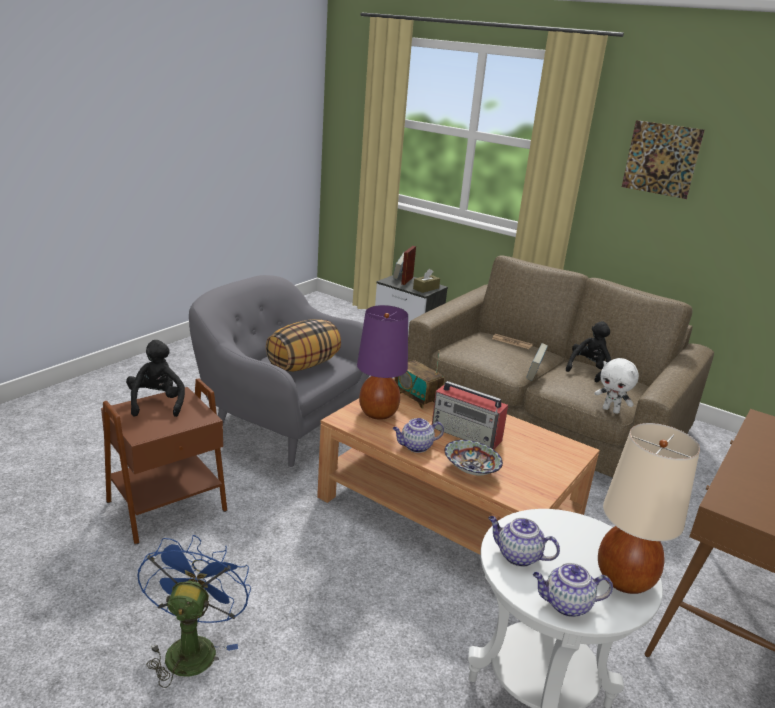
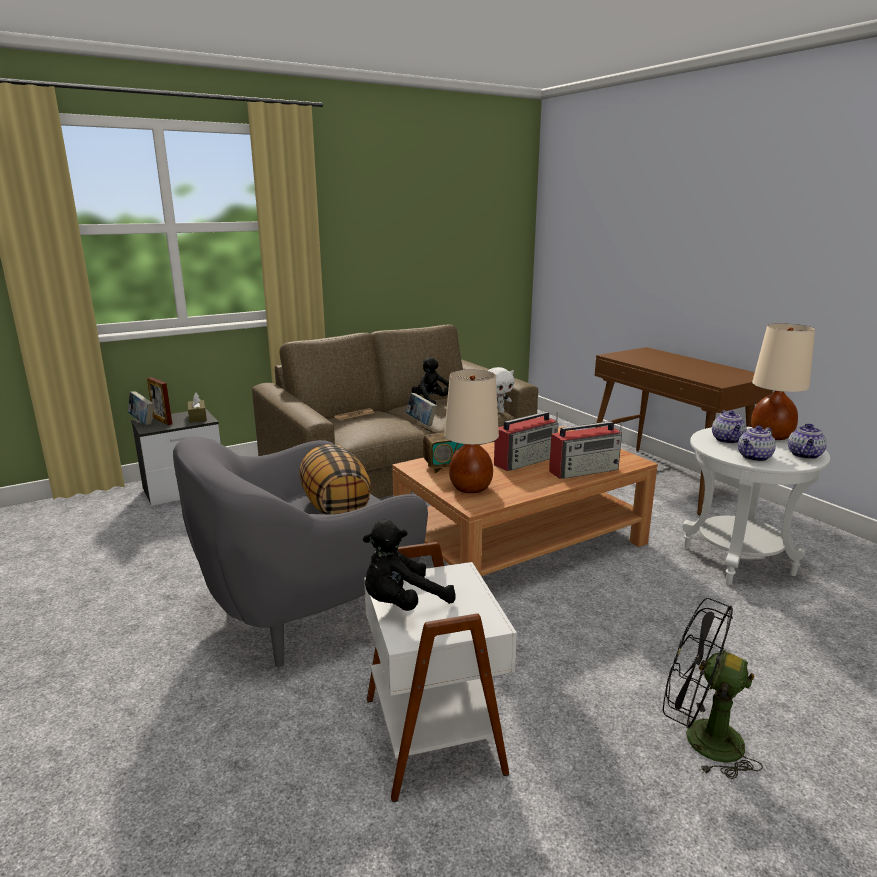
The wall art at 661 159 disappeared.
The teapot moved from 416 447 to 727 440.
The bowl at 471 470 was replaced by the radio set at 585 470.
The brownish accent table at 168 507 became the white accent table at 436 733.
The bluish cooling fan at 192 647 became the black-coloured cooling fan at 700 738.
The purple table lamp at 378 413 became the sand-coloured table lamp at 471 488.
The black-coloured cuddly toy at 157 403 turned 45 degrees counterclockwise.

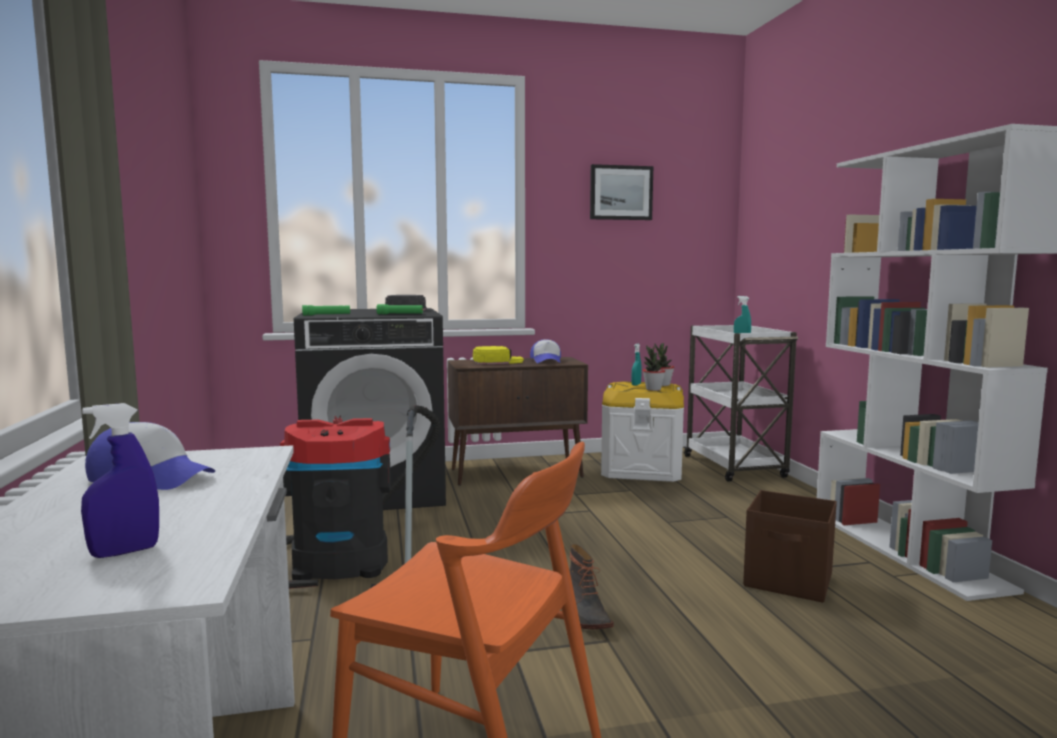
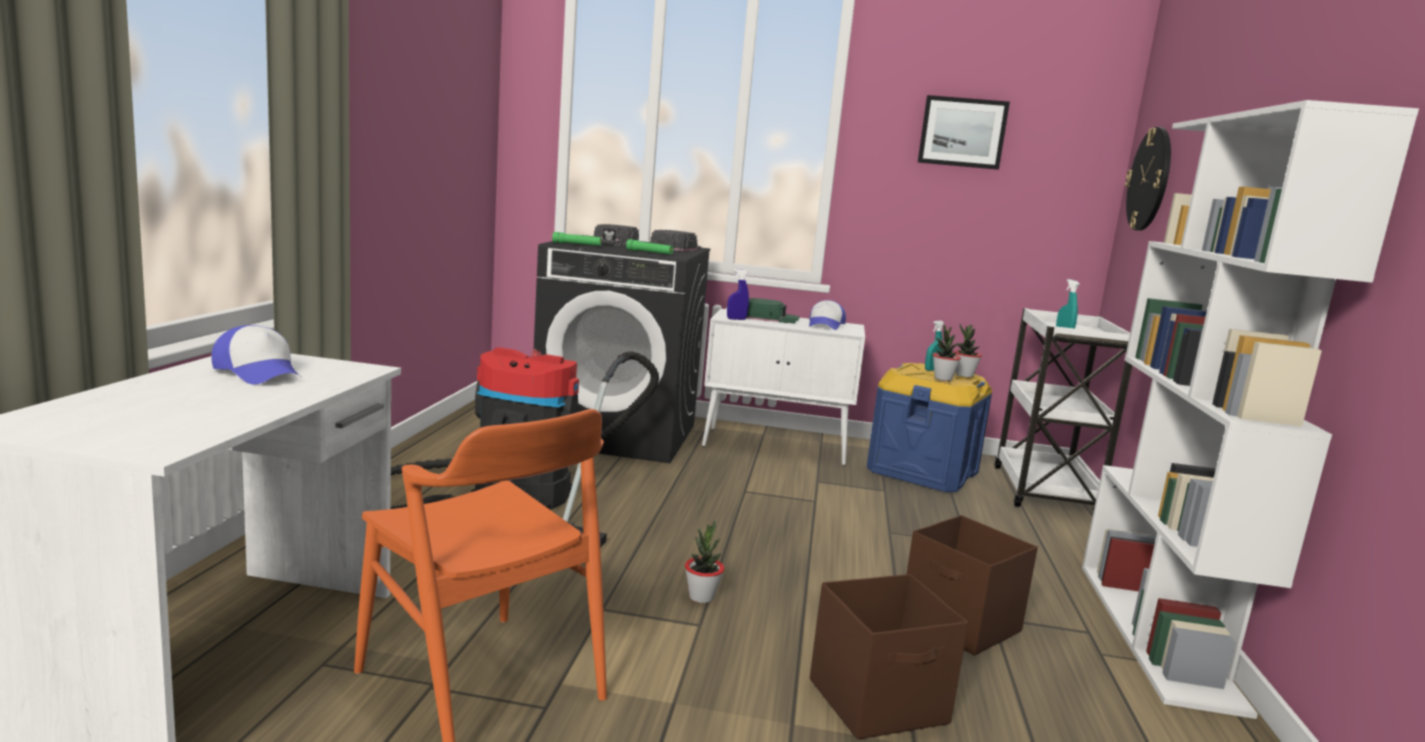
The black-coloured cap at 614 242 appeared.
The brownish storage box at 880 702 appeared.
The clock on the wall at 1149 179 appeared.
The bluish sprayer moved from 125 552 to 736 319.
The tall boot at 585 615 was replaced by the potted plant at 701 597.
The brownish storage cabinet at 517 473 became the white storage cabinet at 777 446.
The yellow-coloured cap at 497 361 became the green-coloured cap at 770 318.
The white storage box at 641 470 became the bluish storage box at 922 471.

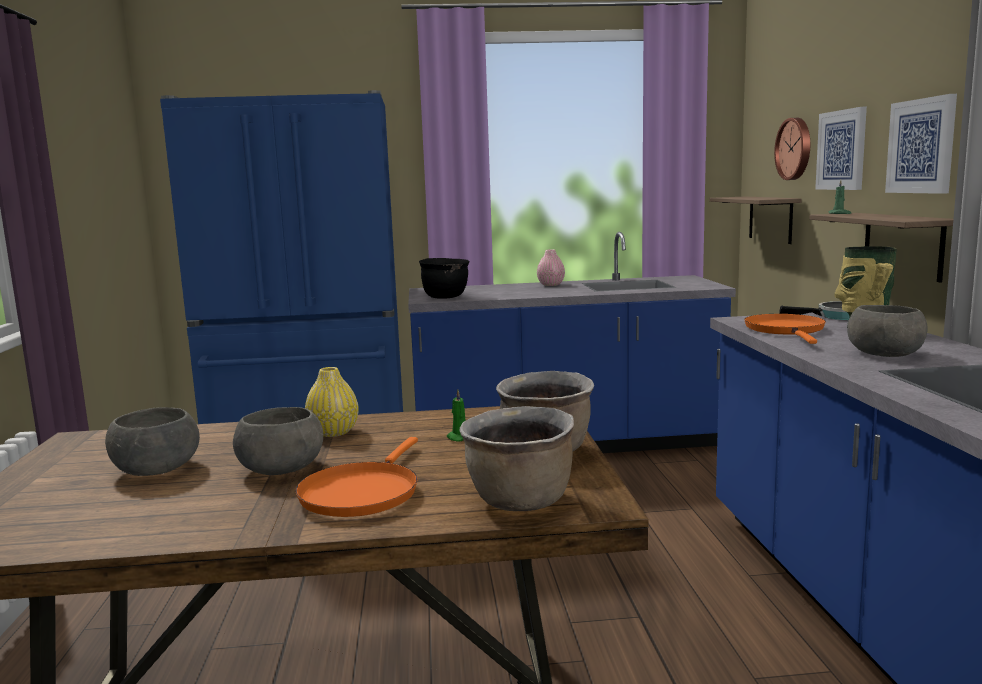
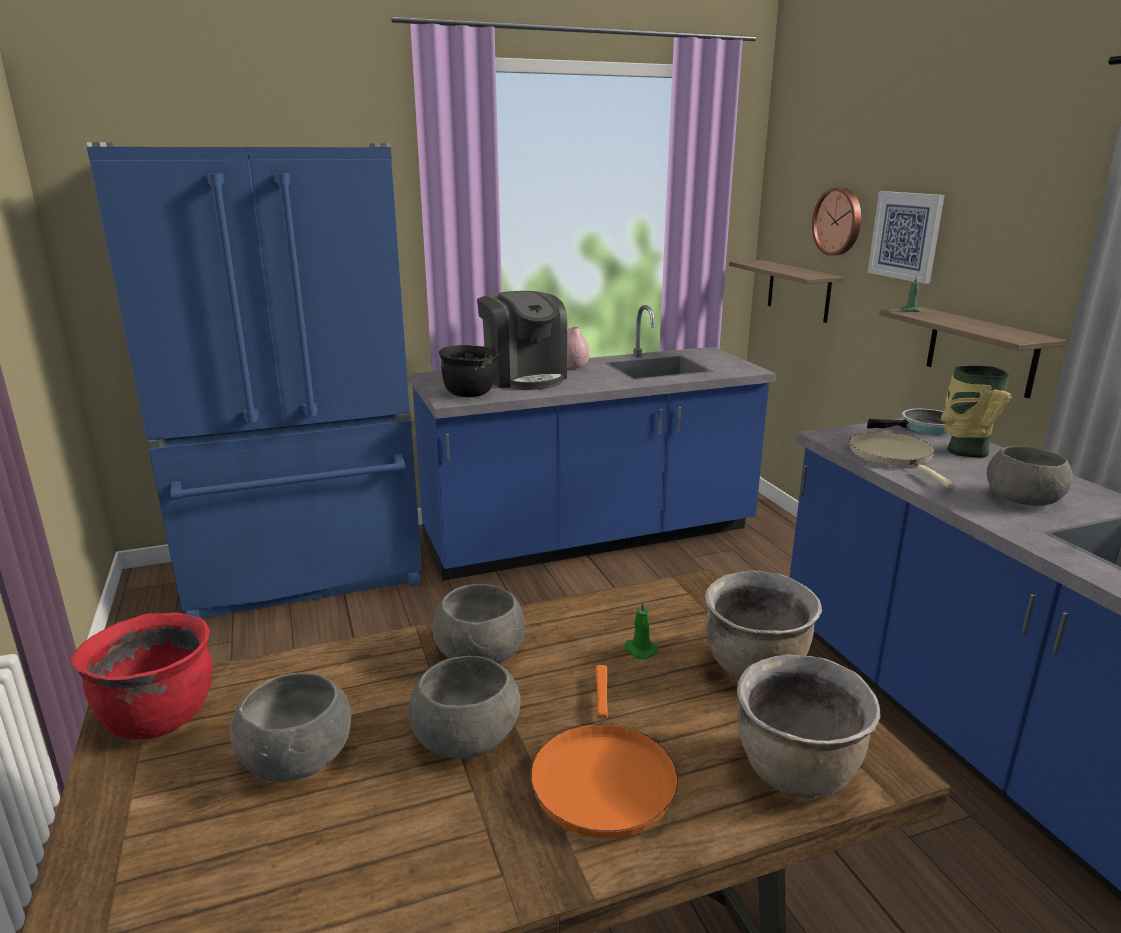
The wall art at 921 146 disappeared.
The reddish saucepot at 158 716 appeared.
The coffee brewer at 524 377 appeared.
The yellow-coloured vase at 333 432 was replaced by the gray bowl at 481 653.
The orangey frying pan at 786 330 became the sand-coloured frying pan at 894 456.

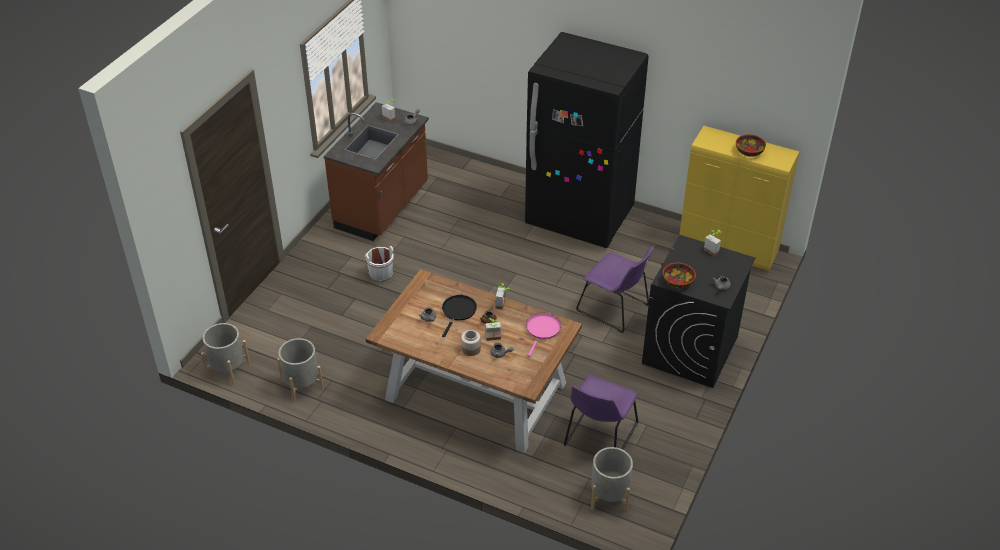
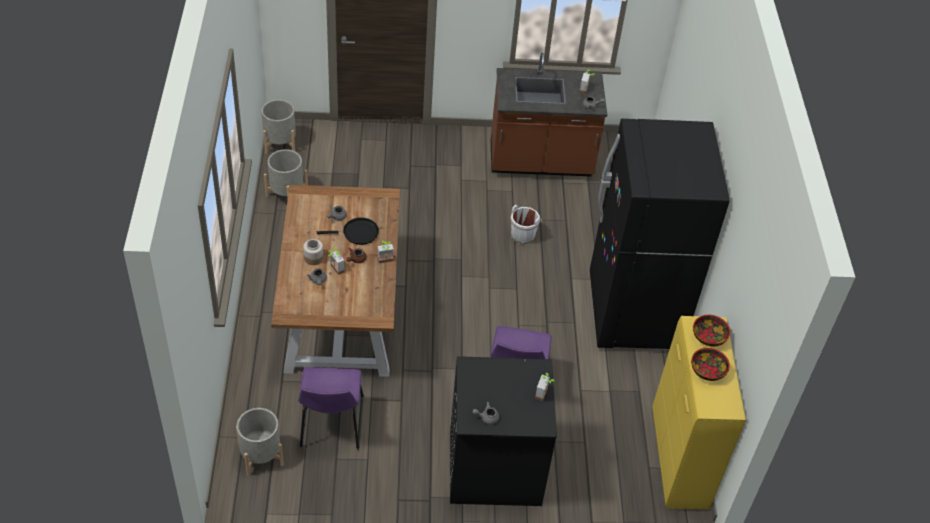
The pink-coloured frying pan at 542 330 disappeared.
The white bucket moved from 380 274 to 523 234.
The bowl moved from 677 282 to 708 337.
The purple plain chair at 599 437 turned 90 degrees counterclockwise.

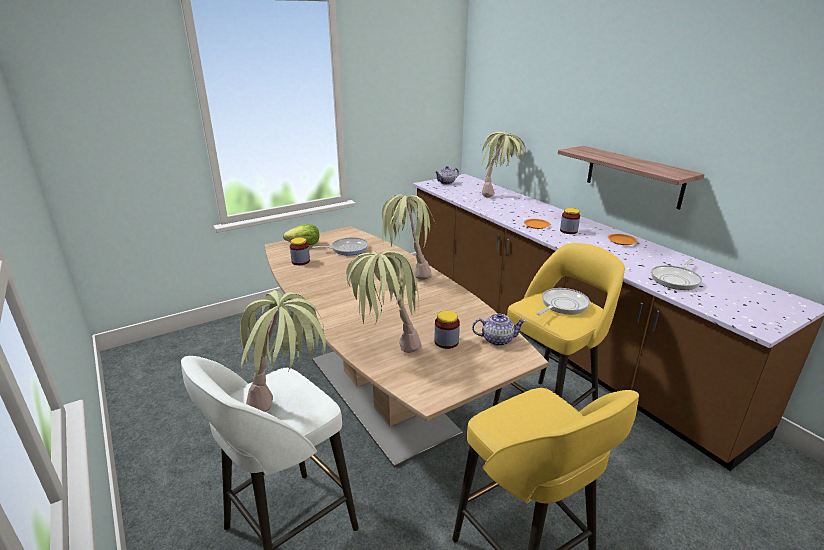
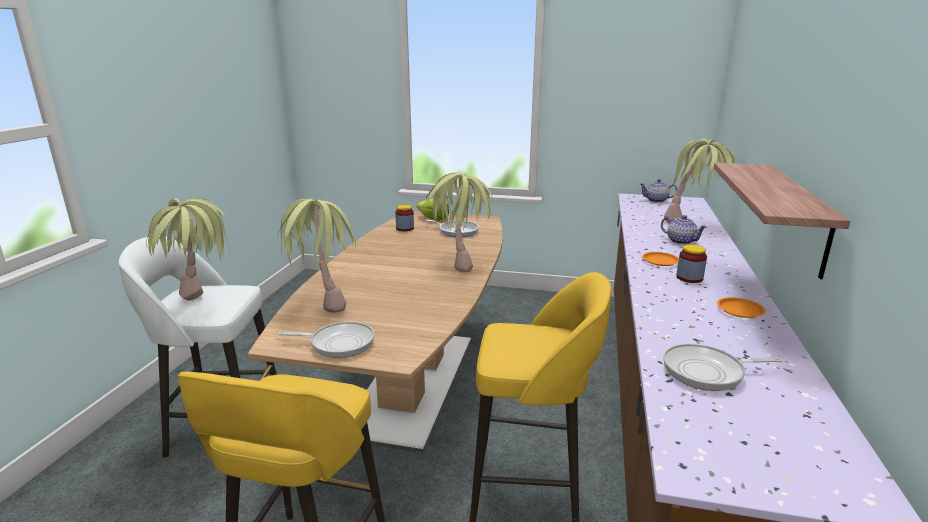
The preserve jar at 446 342 disappeared.
The teapot moved from 497 339 to 680 241.
The frying pan moved from 562 305 to 338 343.

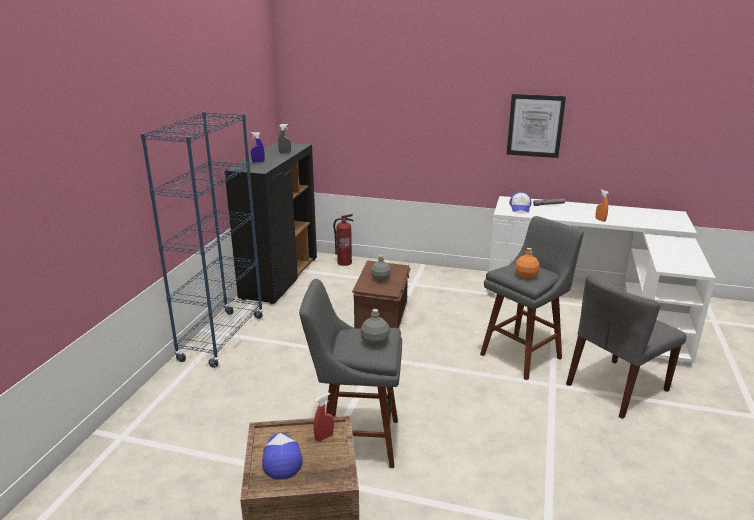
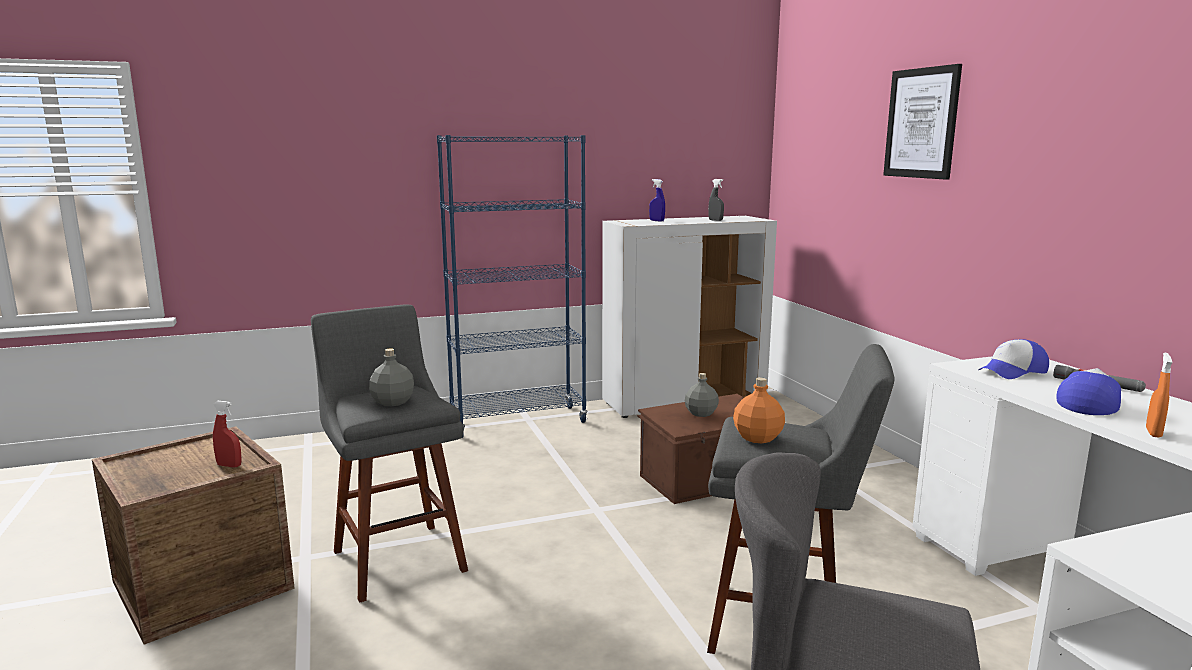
The fire-fighting cylinder at 344 262 disappeared.
The cap moved from 281 458 to 1089 403.
The wall art moved from 535 125 to 921 123.
The black-coloured storage cabinet at 279 278 became the white storage cabinet at 684 401.

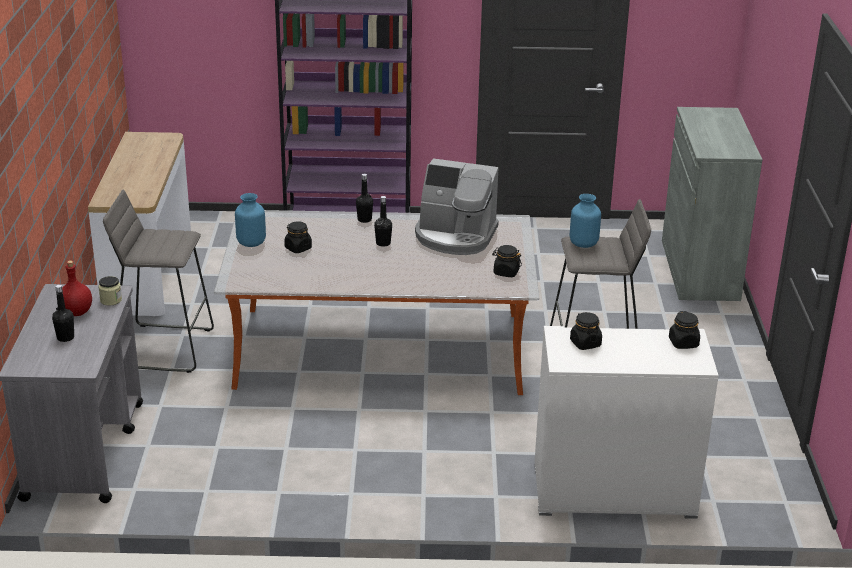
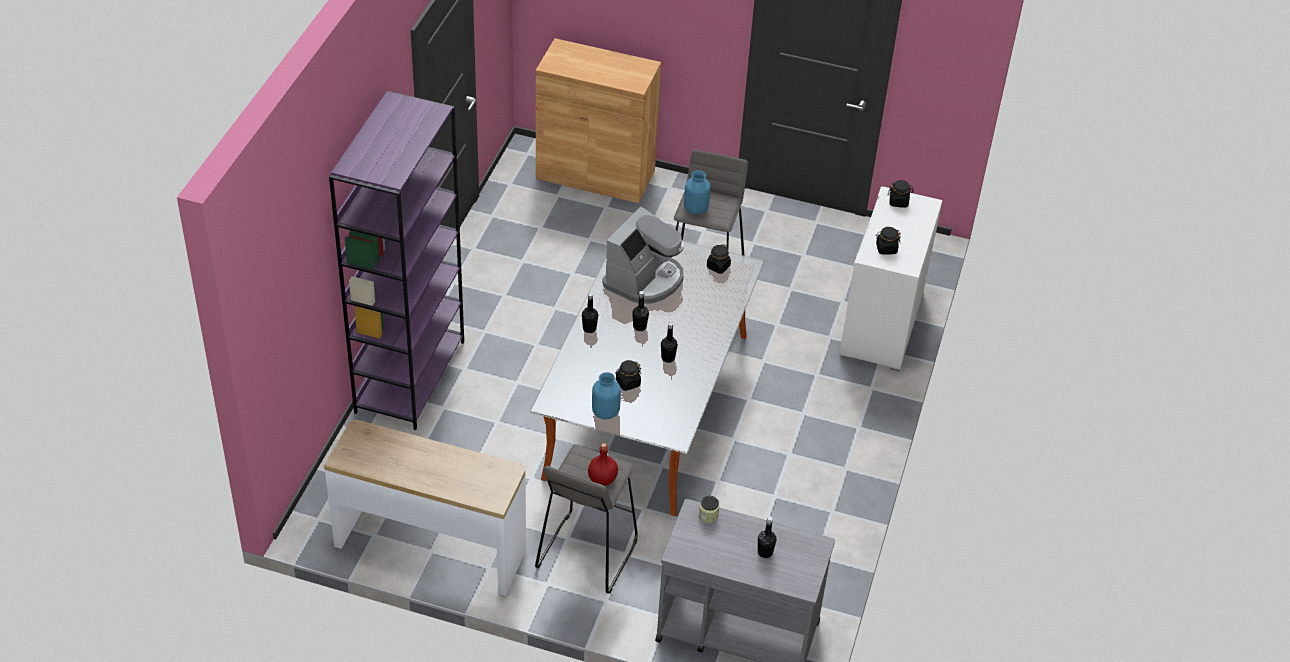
The black-coloured beverage bottle at 668 358 appeared.
The reddish beverage bottle moved from 77 312 to 602 479.
The gray storage cabinet at 699 270 became the brownish storage cabinet at 595 174.

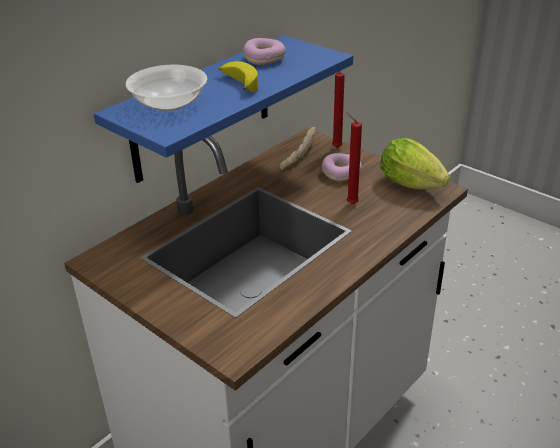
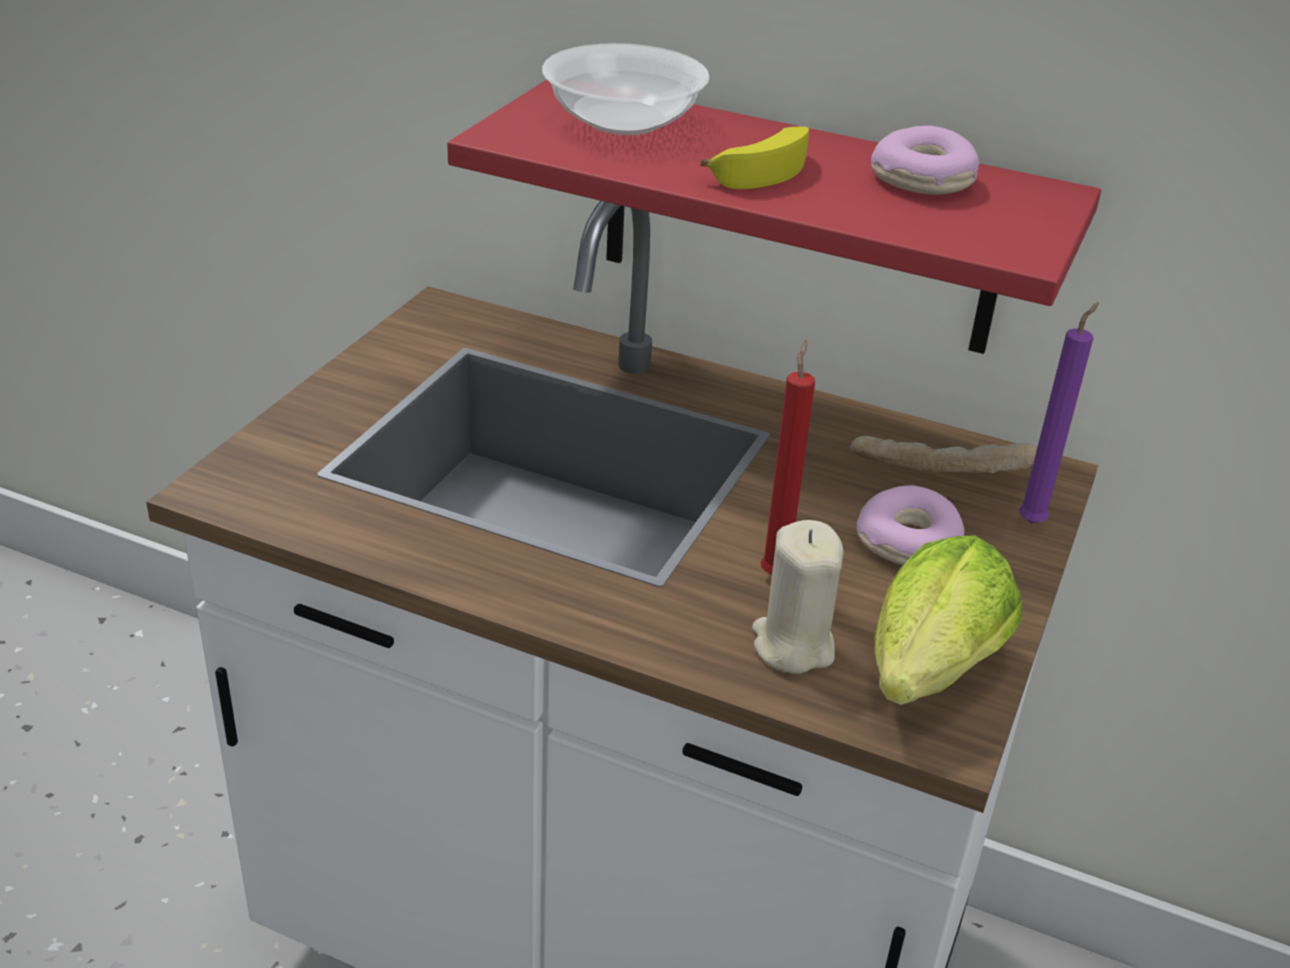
The sand-coloured wax candle at 792 645 appeared.
The bluish shelf at 202 109 became the reddish shelf at 799 218.
The reddish wax candle at 336 147 became the purple wax candle at 1034 521.

